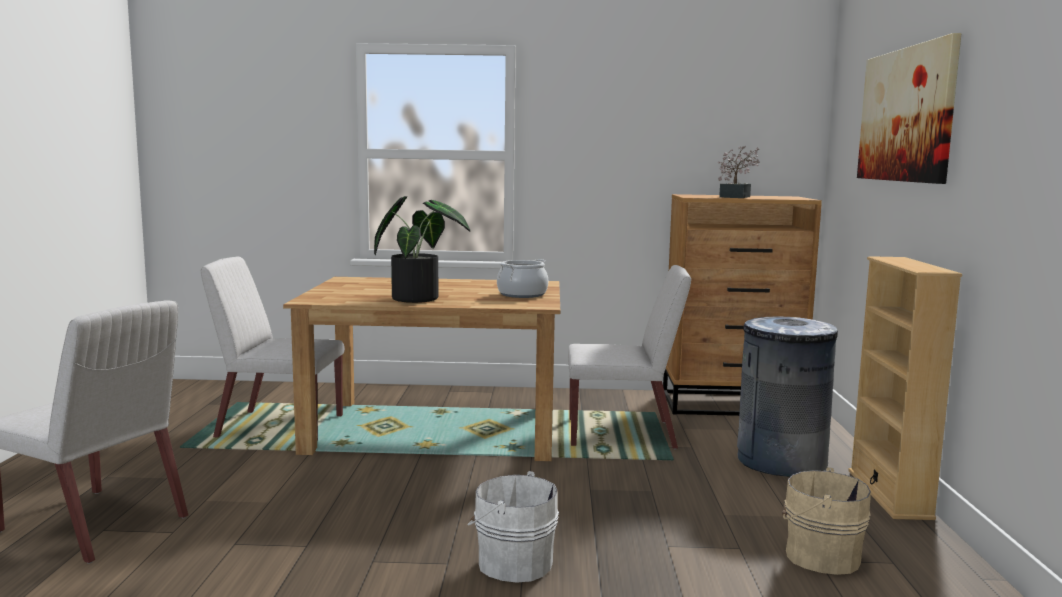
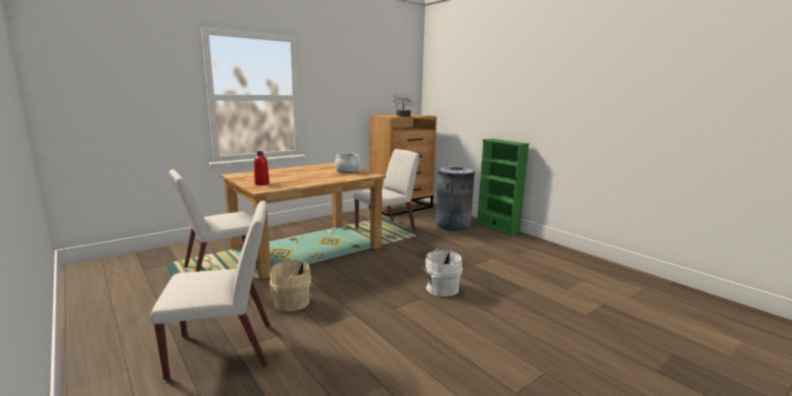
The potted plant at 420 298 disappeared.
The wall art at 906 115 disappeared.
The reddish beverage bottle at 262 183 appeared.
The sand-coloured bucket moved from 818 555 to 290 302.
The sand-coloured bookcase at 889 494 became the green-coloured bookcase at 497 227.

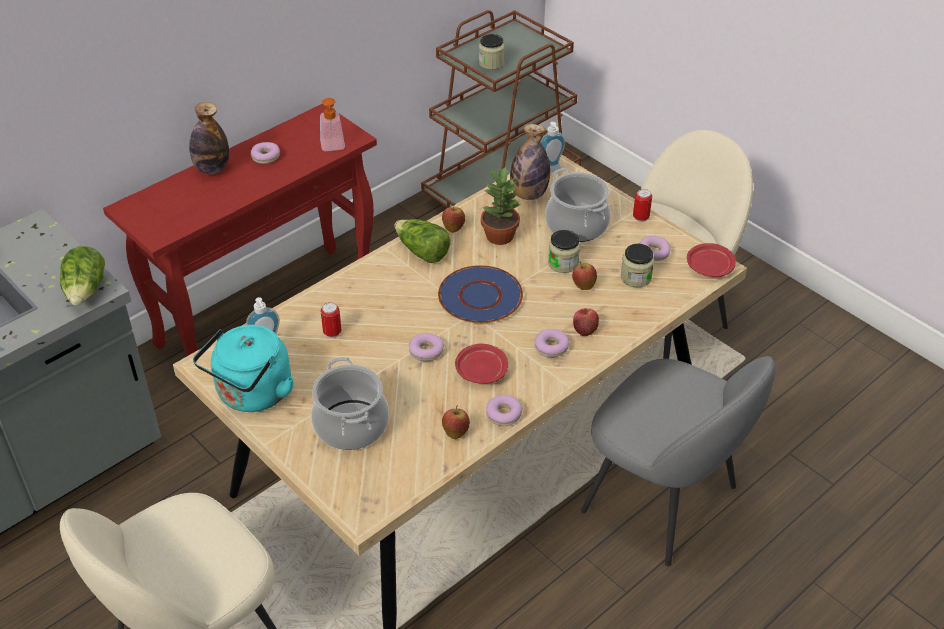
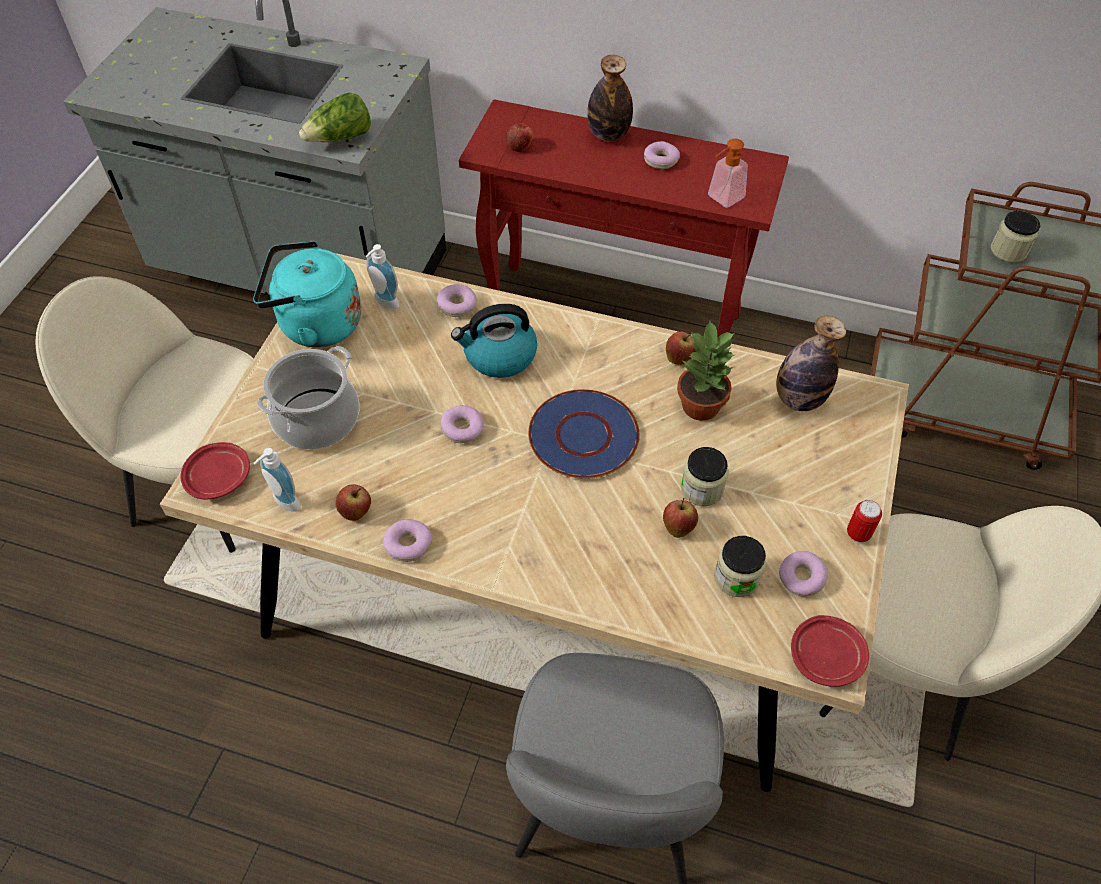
The sealed can at 332 332 disappeared.
The lettuce head at 422 252 disappeared.
The saucepot at 577 225 disappeared.
The kettle at 499 356 appeared.
The reddish dinner plate moved from 481 370 to 219 477.
The doughnut moved from 551 347 to 457 305.
The soap bottle moved from 551 170 to 283 503.
The whole apple moved from 584 329 to 519 146.

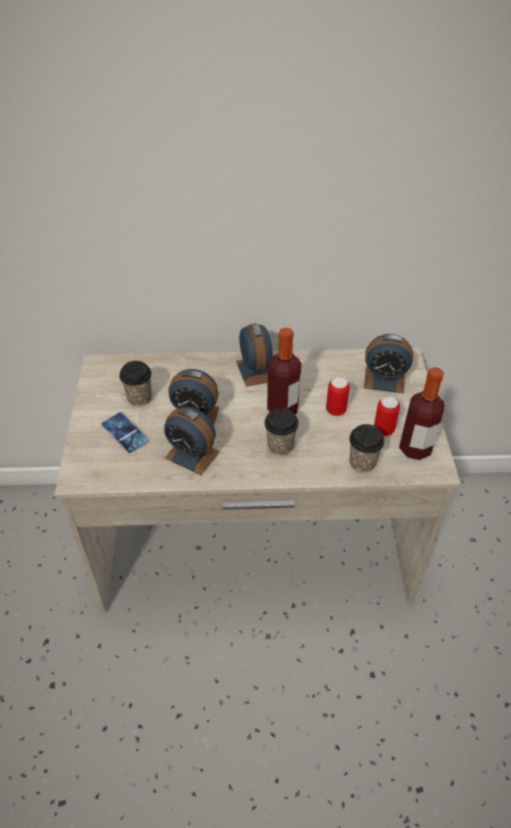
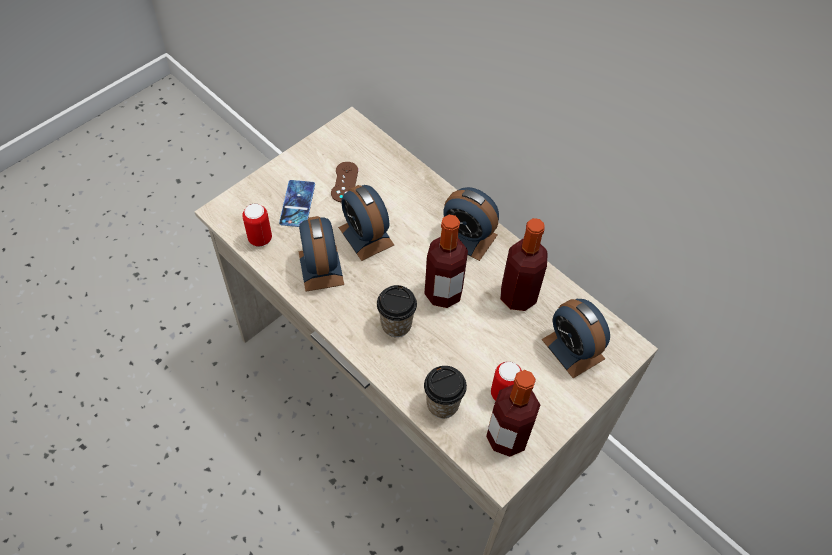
The beverage bottle at 518 296 appeared.
The sealed can moved from 335 410 to 260 239.
The cup at 139 398 was replaced by the brownish game controller at 344 182.
The table clock at 255 370 turned 90 degrees clockwise.

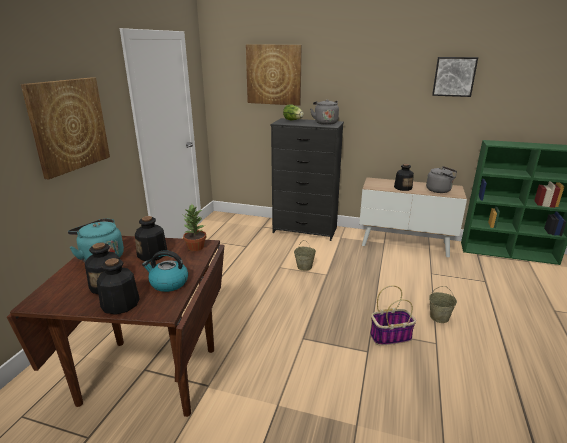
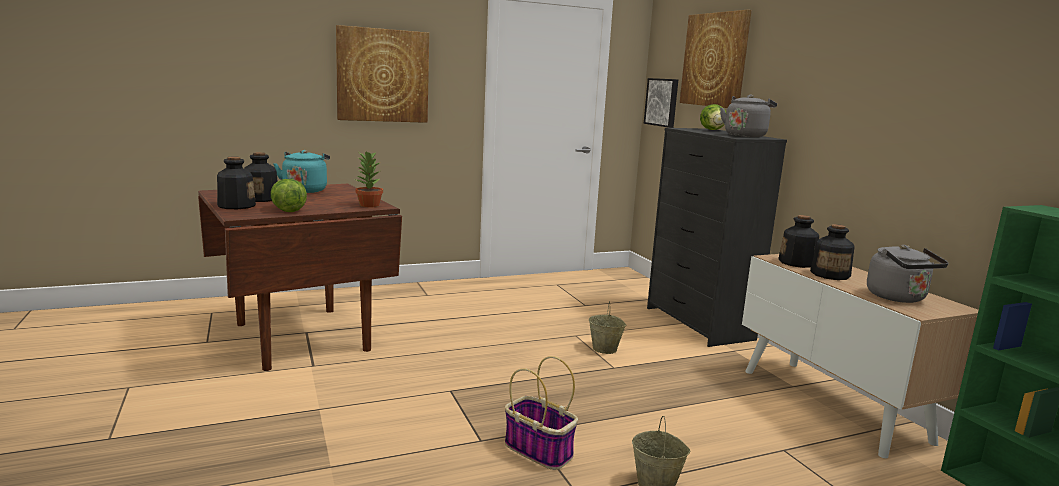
The beverage bottle moved from 153 254 to 797 263.
The wall art moved from 454 76 to 662 102.
The kettle at 168 283 was replaced by the lettuce head at 287 209.

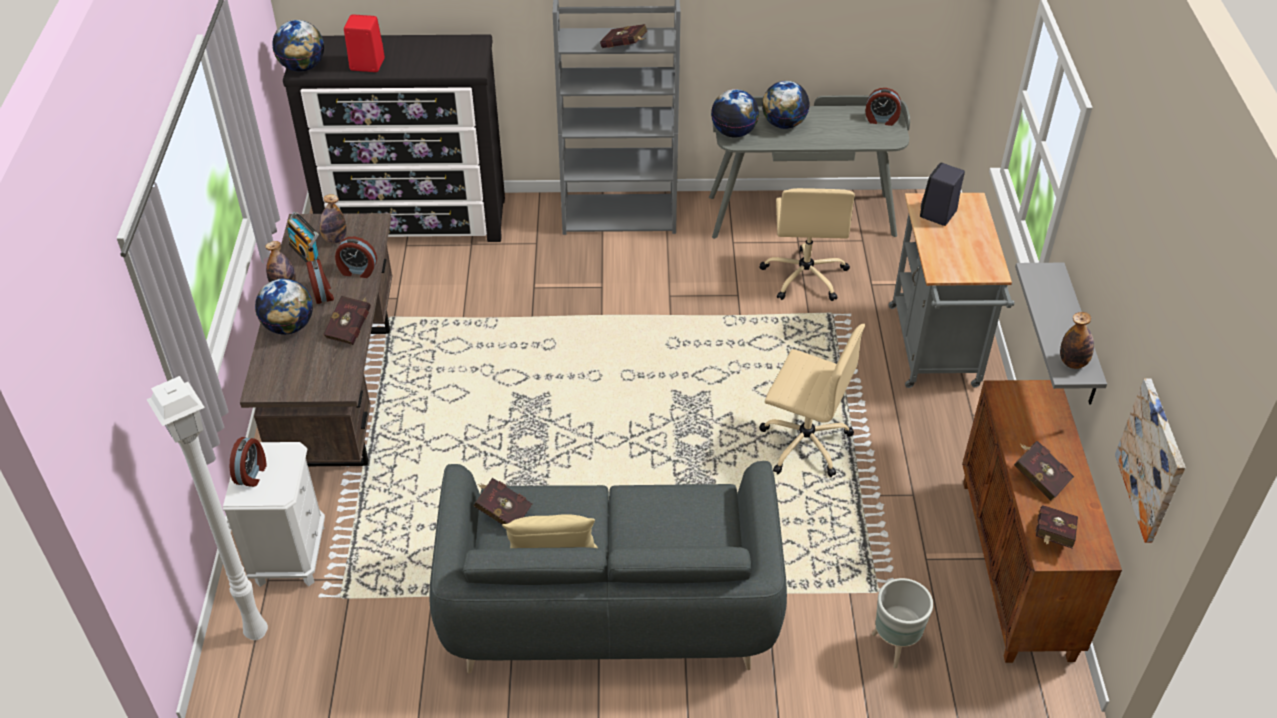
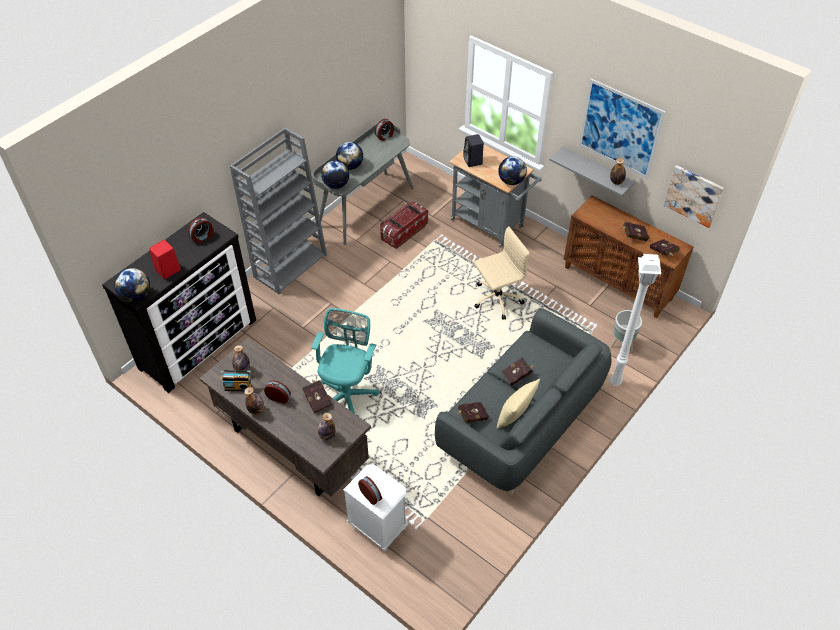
The turquoise office chair at 347 394 appeared.
The beverage bottle at 327 436 appeared.
The wall art at 620 129 appeared.
The white floor lamp moved from 254 632 to 614 382.
The desk globe moved from 289 326 to 511 181.
The table clock moved from 357 271 to 203 237.
The reddish bound book moved from 625 47 to 517 375.
The sand-coloured office chair at 805 276 was replaced by the storage box at 403 232.

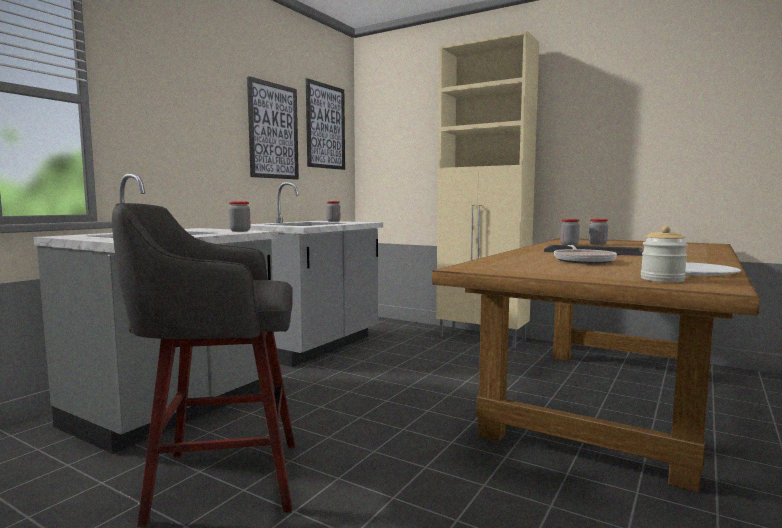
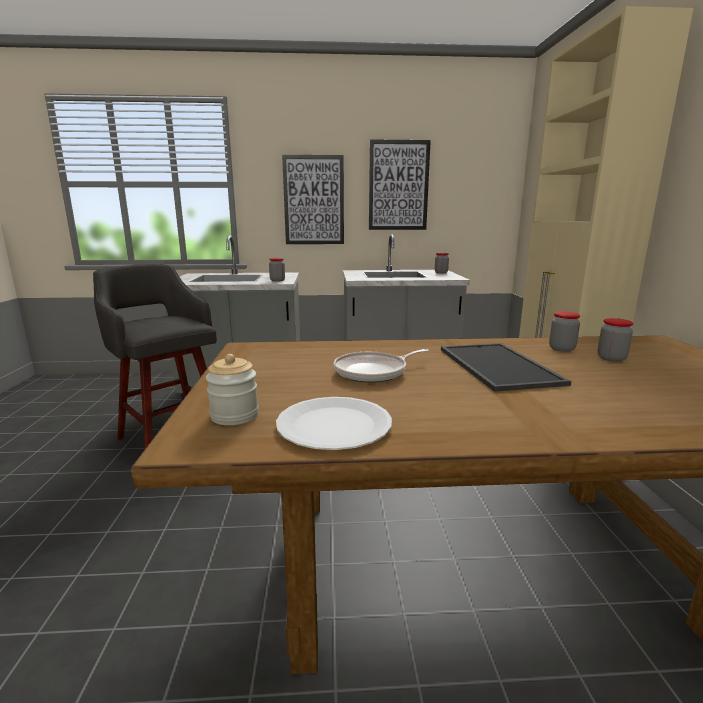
The wall art moved from 325 126 to 314 200.

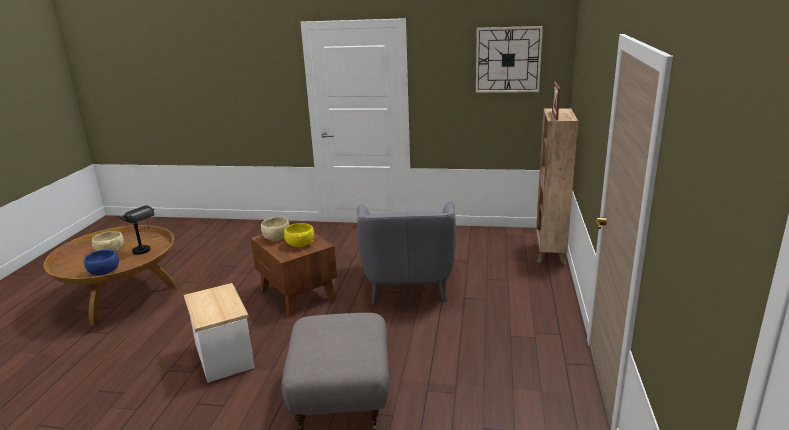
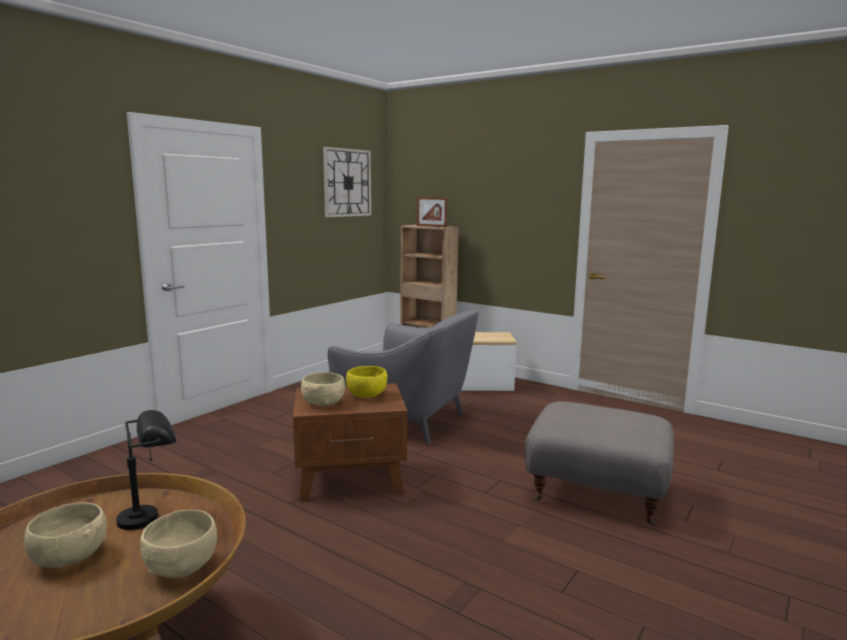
The accent table moved from 225 356 to 482 385.
The bluish bowl at 104 272 became the sand-coloured bowl at 182 566.

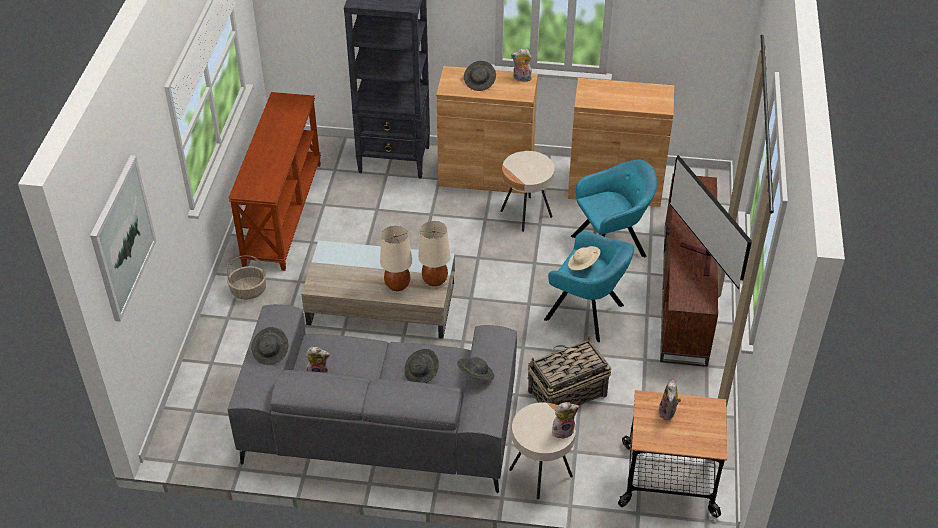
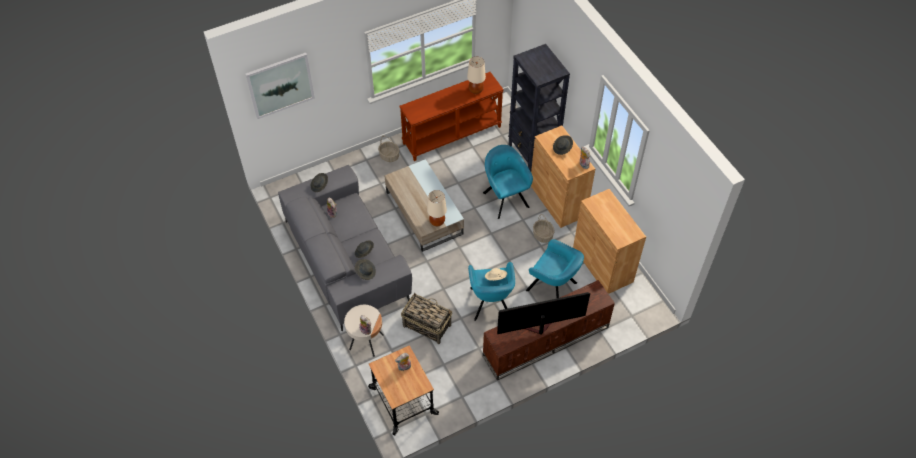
The turquoise easy chair at 505 198 appeared.
The sand-coloured table lamp moved from 397 285 to 476 90.
The sand-coloured accent table at 526 214 was replaced by the household basket at 543 235.
The television at 702 258 turned 45 degrees clockwise.

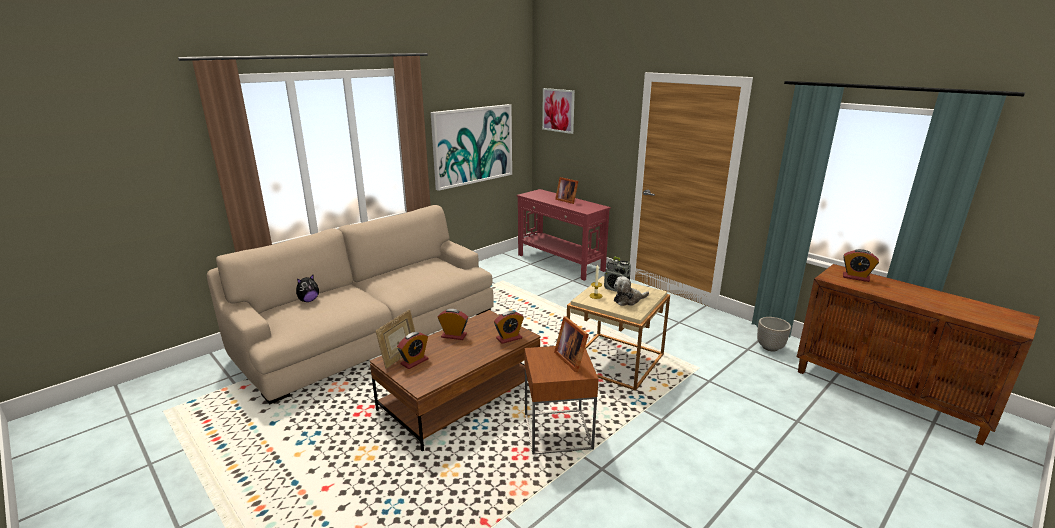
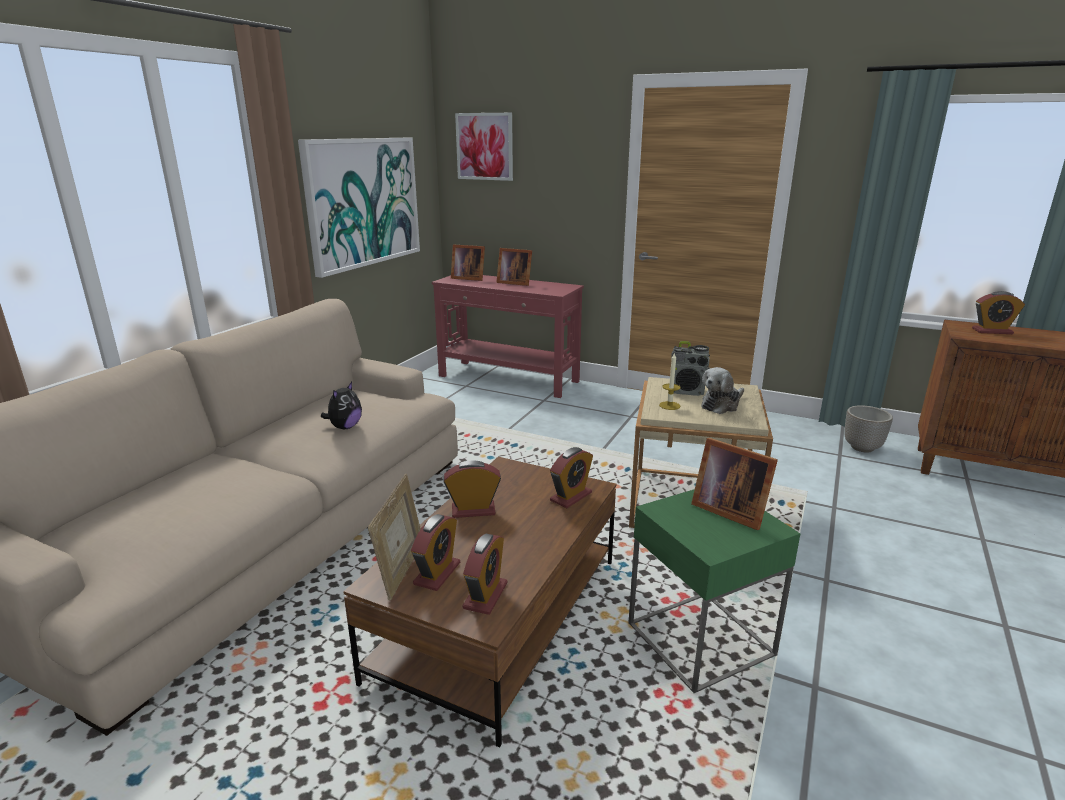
The standing frame at 468 278 appeared.
The table clock at 485 596 appeared.
The cuddly toy moved from 308 300 to 345 427.
The brownish accent table at 558 431 became the green-coloured accent table at 700 639.

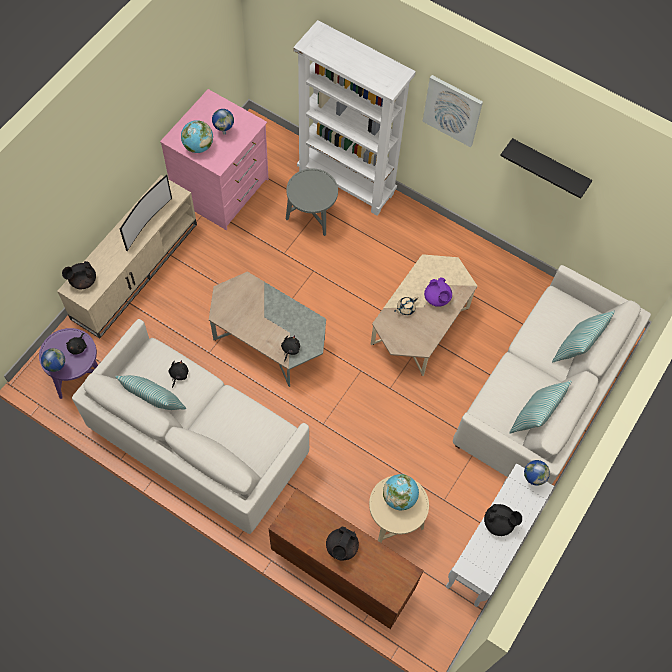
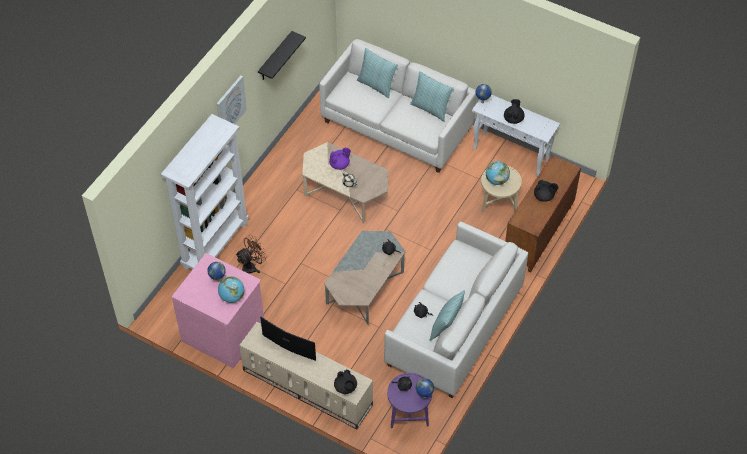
The gray accent table at 311 219 was replaced by the brownish cooling fan at 252 266.

